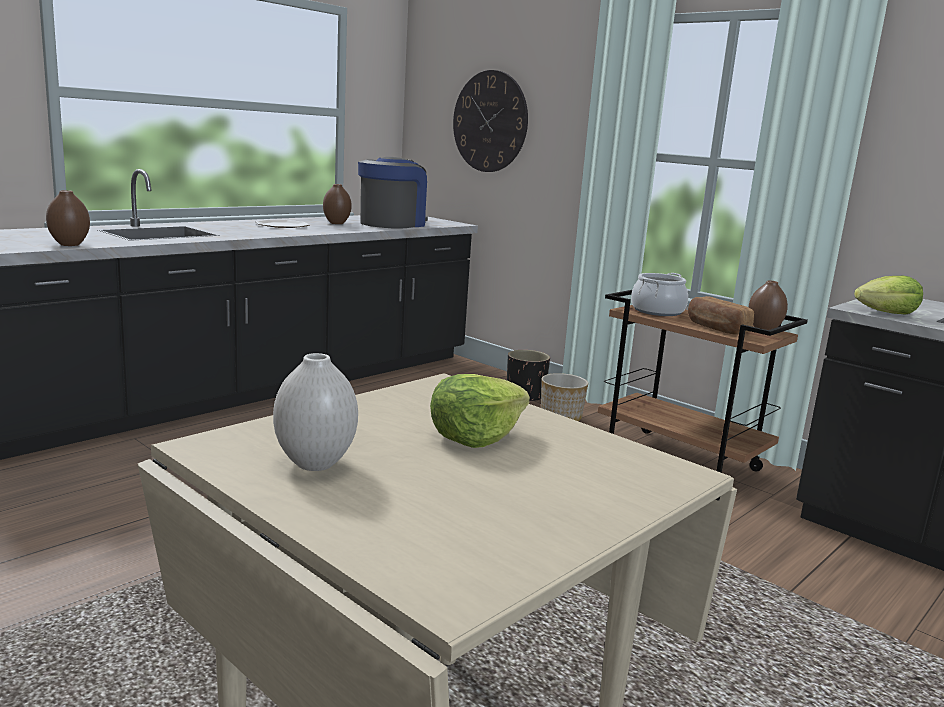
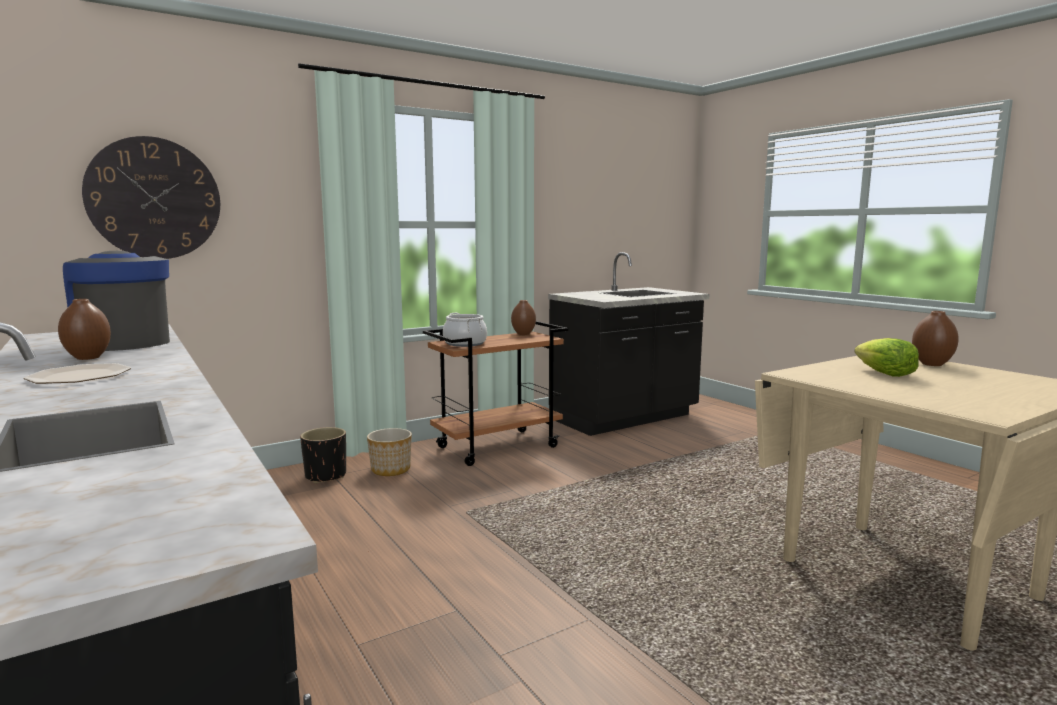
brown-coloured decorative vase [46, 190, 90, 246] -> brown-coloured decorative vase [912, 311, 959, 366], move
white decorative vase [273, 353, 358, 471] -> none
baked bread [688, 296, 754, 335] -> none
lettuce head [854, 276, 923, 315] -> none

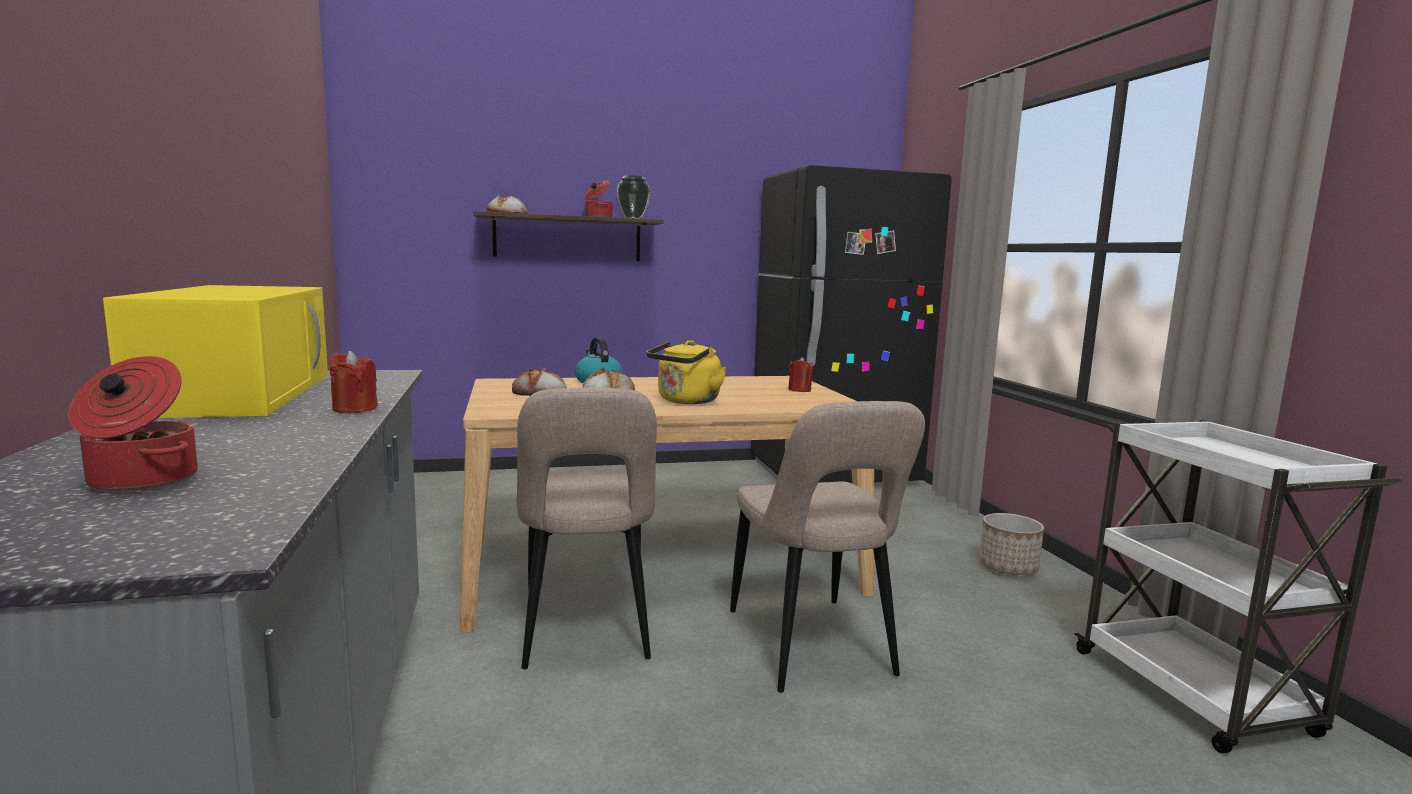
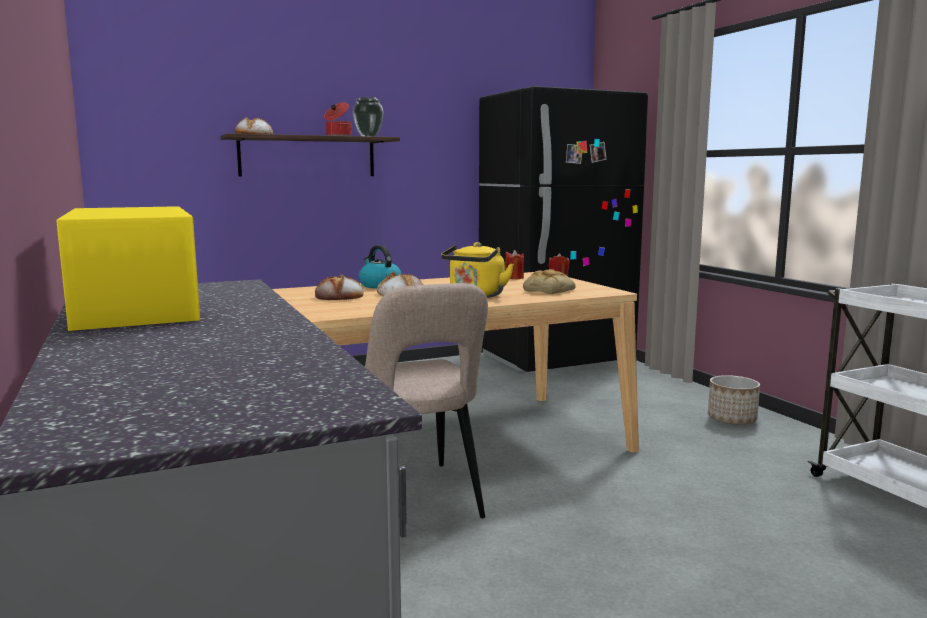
cooking pot [69, 356, 198, 492] -> none
reddish candle [330, 350, 378, 413] -> reddish candle [505, 250, 524, 279], move
beige-coloured plain chair [730, 401, 925, 693] -> none
none -> baked bread [523, 269, 576, 294]

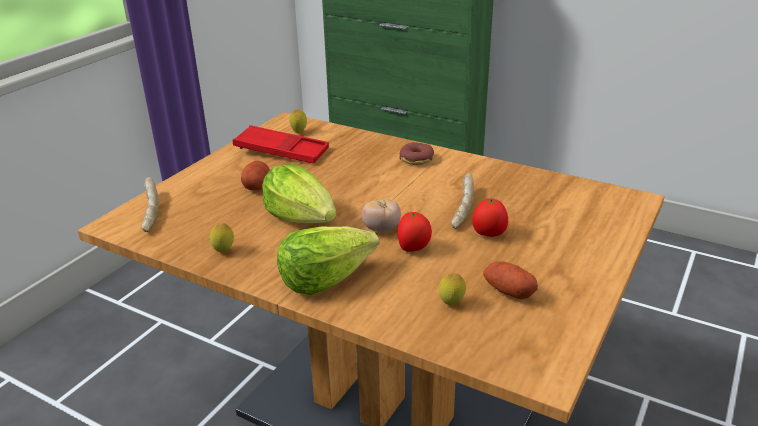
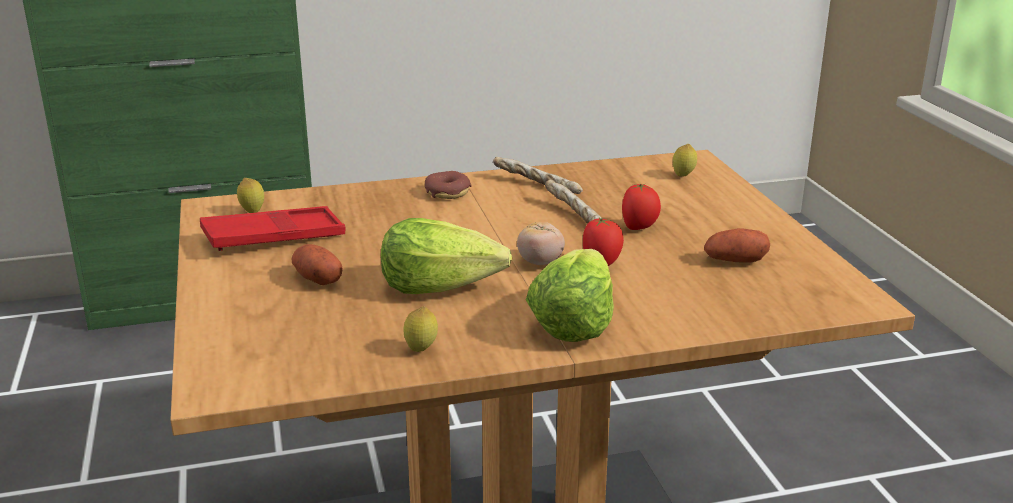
baked bread [141, 177, 159, 232] -> baked bread [493, 157, 583, 194], move
whole lemon [439, 273, 466, 305] -> whole lemon [672, 144, 697, 177], move

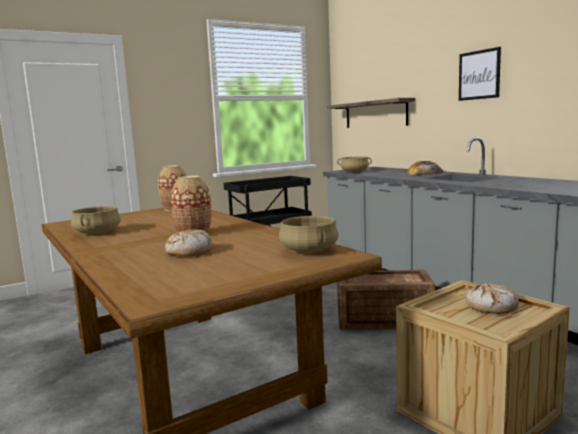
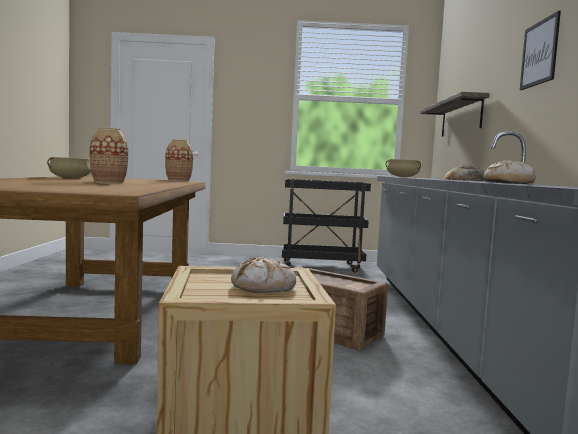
baked bread [165, 230, 212, 256] -> baked bread [484, 160, 536, 184], move
beige-coloured cooking pot [279, 216, 339, 253] -> none

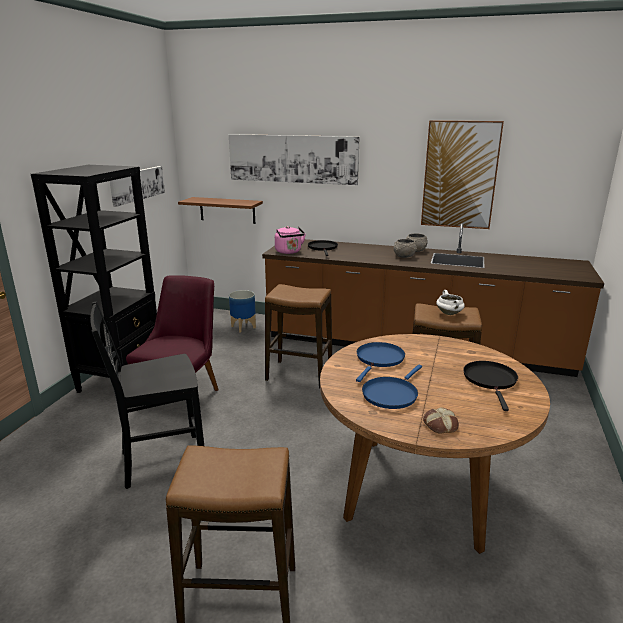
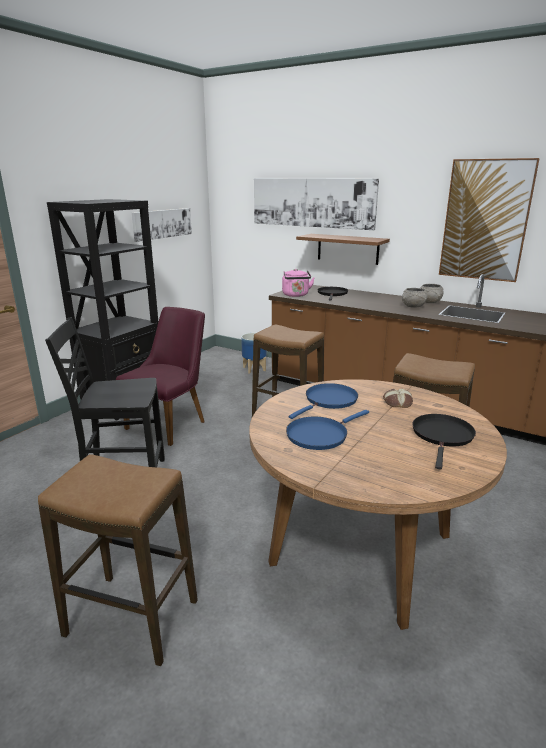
brown-coloured bracket shelf [178, 197, 263, 224] -> brown-coloured bracket shelf [296, 234, 390, 265], move
baked bread [423, 407, 459, 434] -> baked bread [383, 388, 413, 408], move
white cooking pot [436, 290, 465, 315] -> none

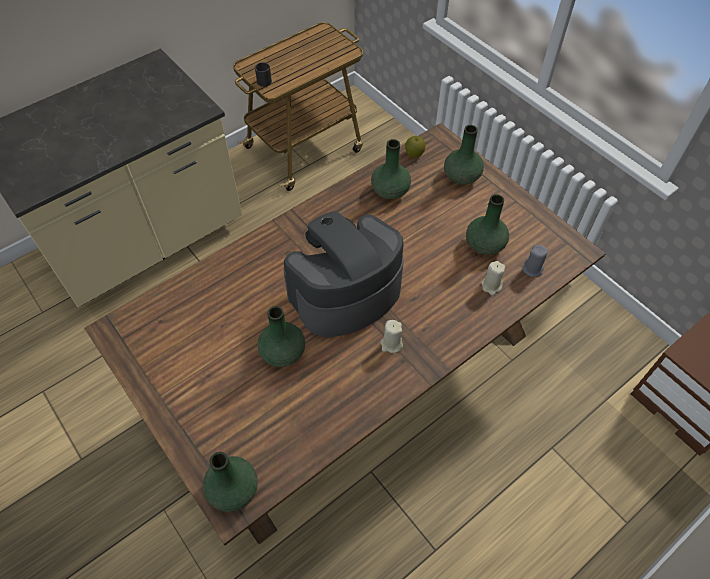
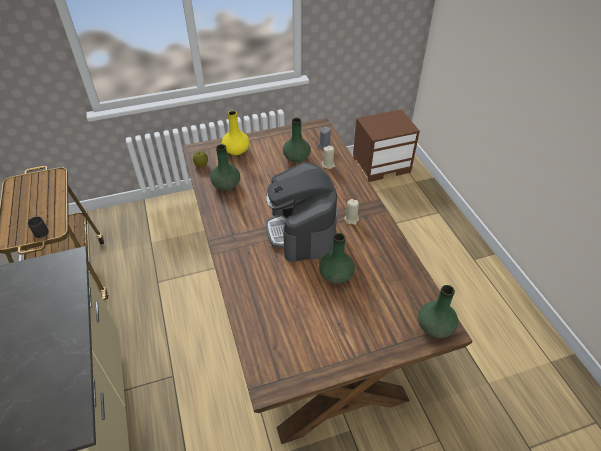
green decorative vase [444, 125, 484, 185] -> yellowish decorative vase [222, 111, 250, 155]

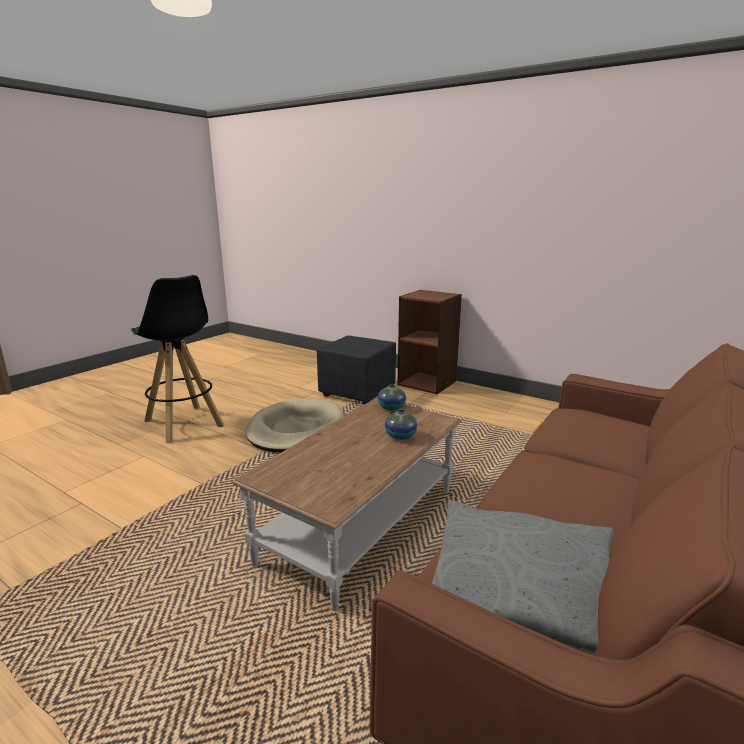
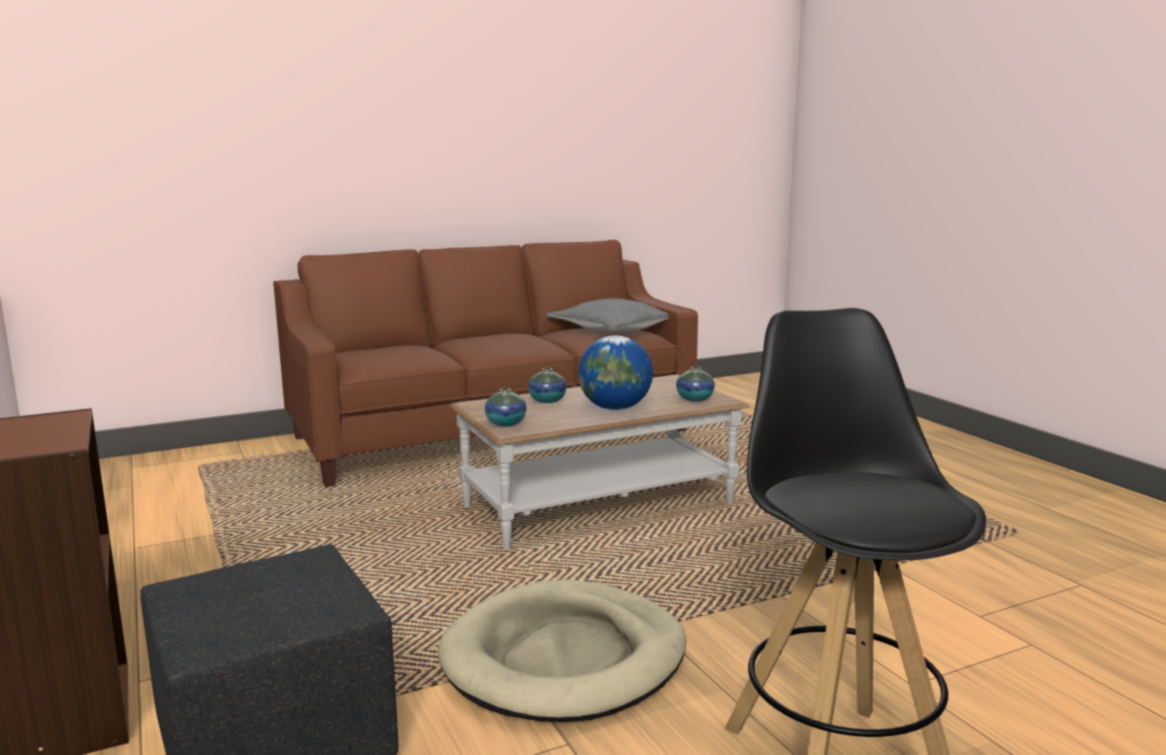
none -> desk globe [578, 335, 653, 410]
none -> decorative vase [676, 367, 715, 402]

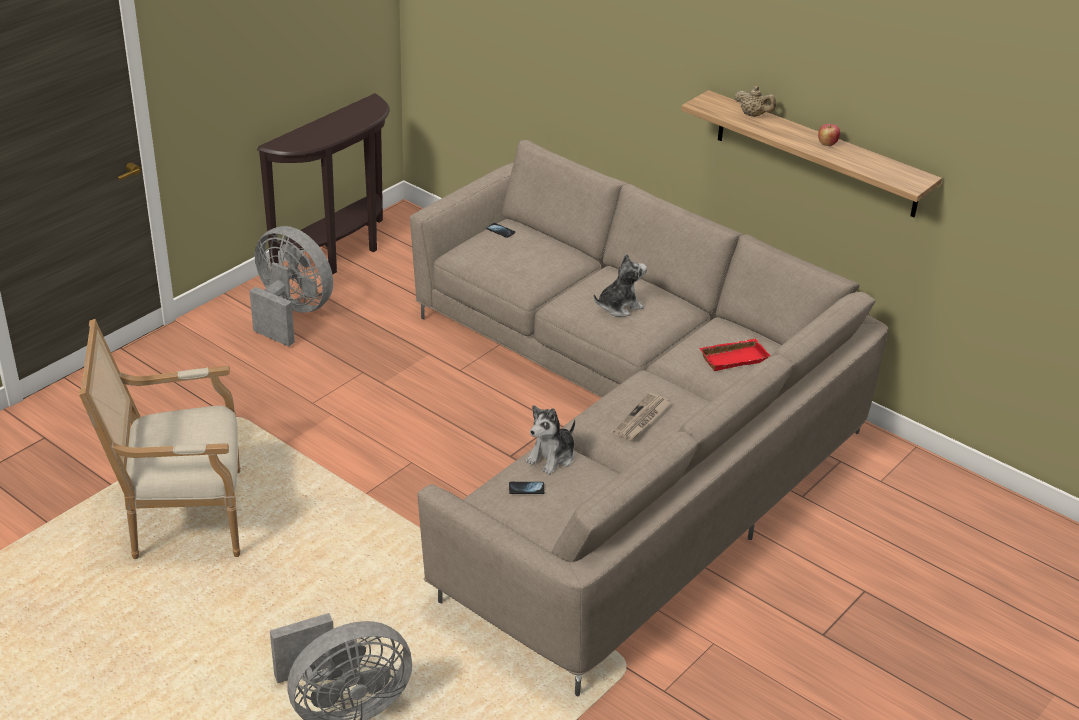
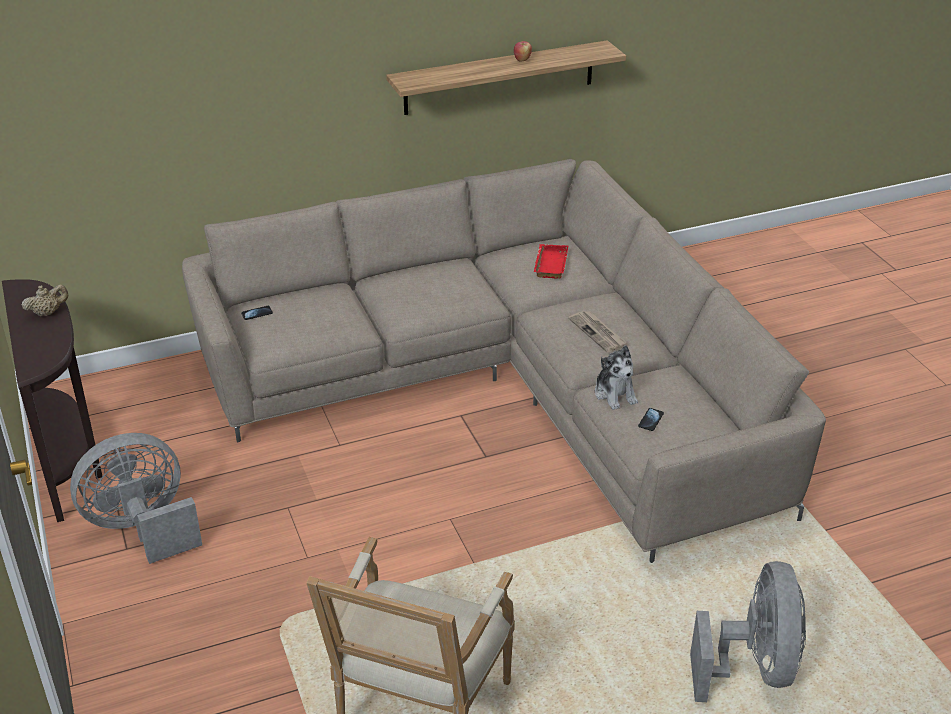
cuddly toy [594, 253, 647, 317] -> none
beige-coloured tea pot [734, 86, 776, 117] -> beige-coloured tea pot [21, 285, 68, 317], move

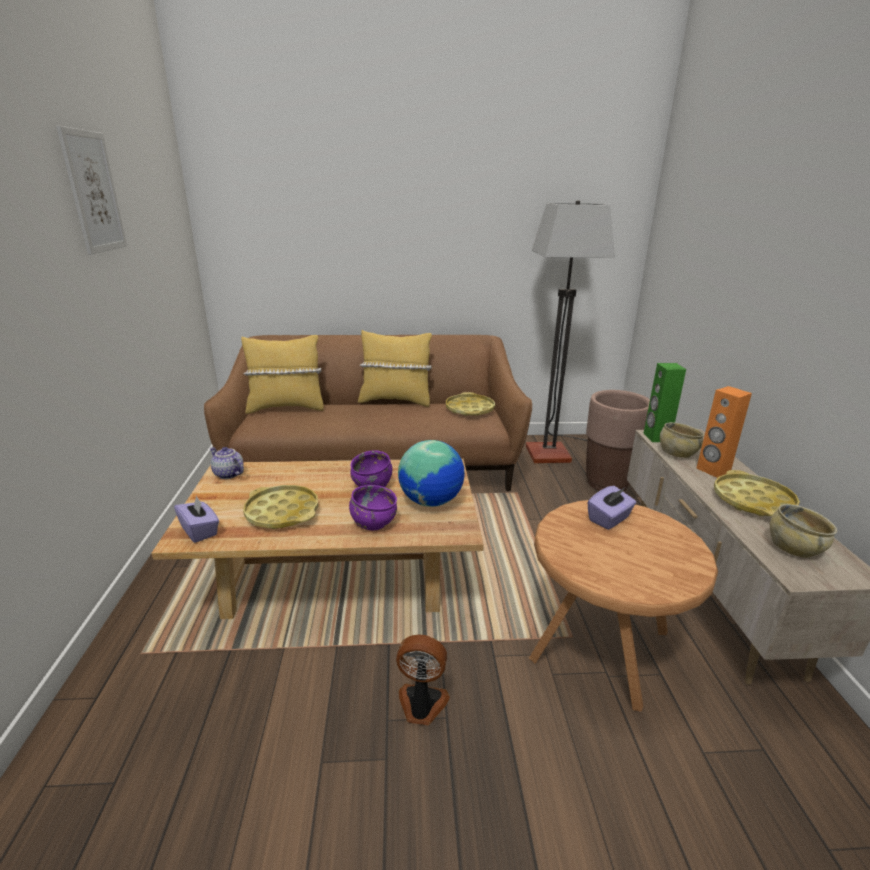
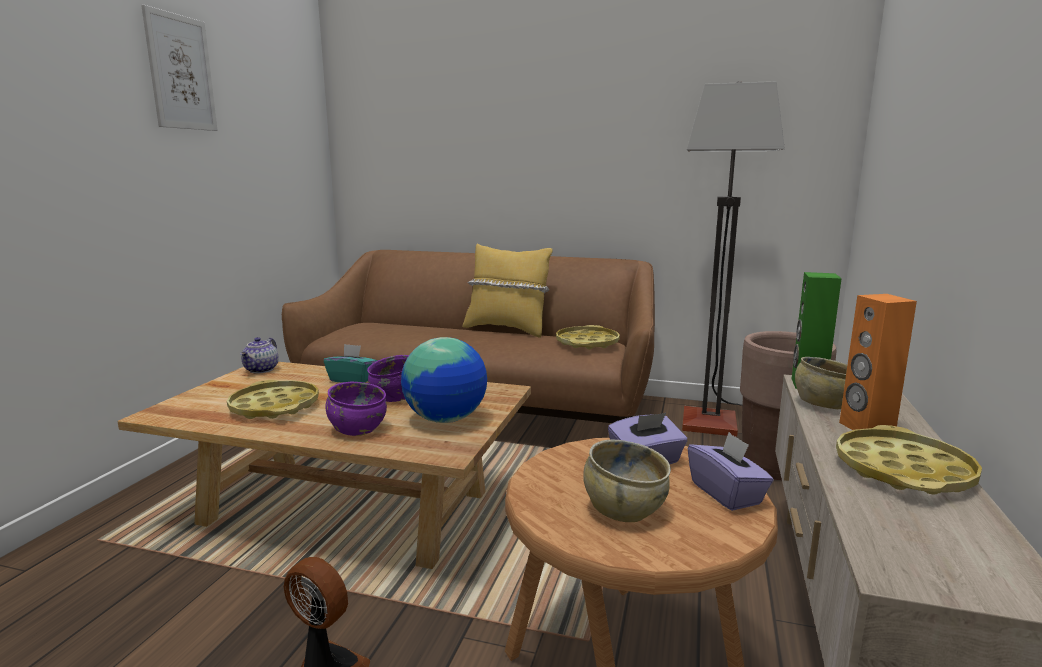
purple tissue holder [174, 495, 219, 543] -> purple tissue holder [688, 432, 774, 511], move
tea pot [210, 447, 244, 479] -> tea pot [240, 337, 278, 373], 135 degrees counterclockwise
yellowish pillow [241, 335, 324, 414] -> none
beige-coloured deep dish [770, 504, 837, 558] -> beige-coloured deep dish [583, 439, 671, 522], move
none -> blue-green tissue holder [324, 344, 377, 383]

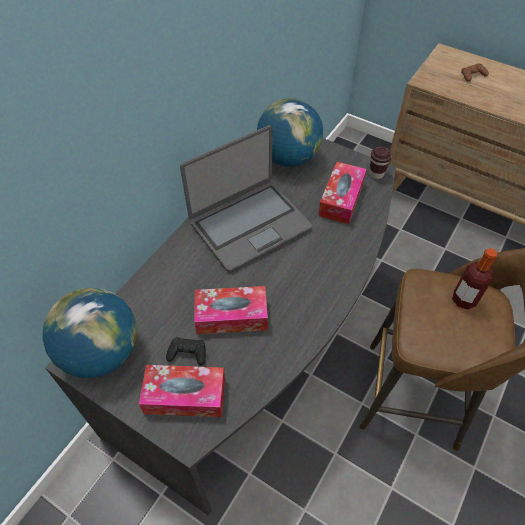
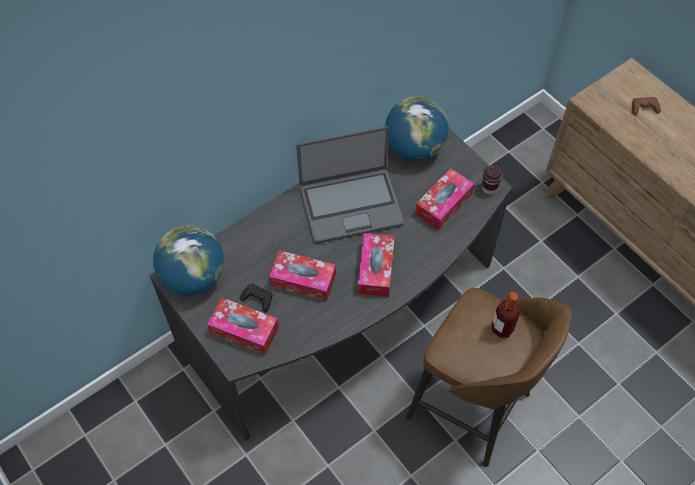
none -> tissue holder [358, 233, 395, 297]

